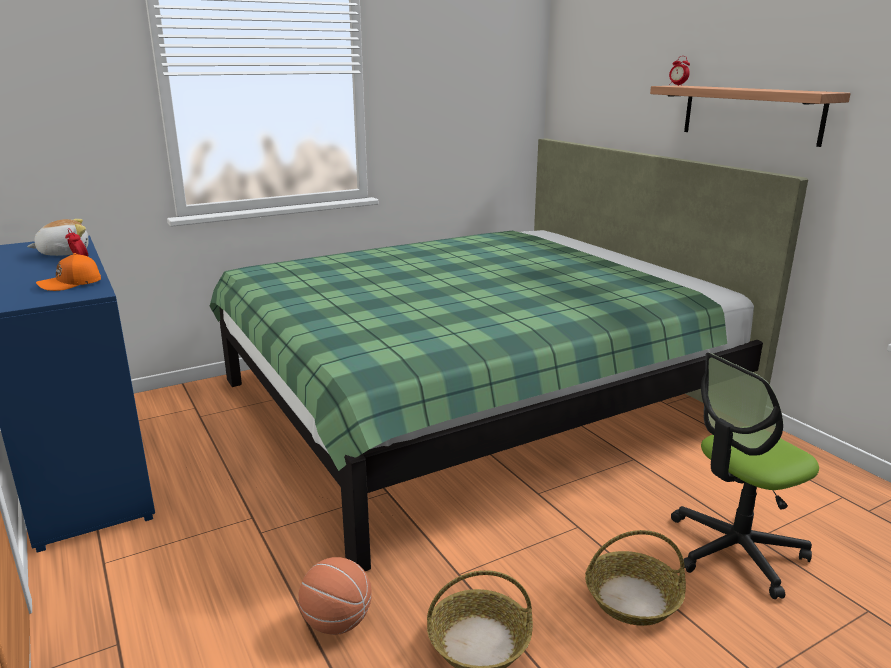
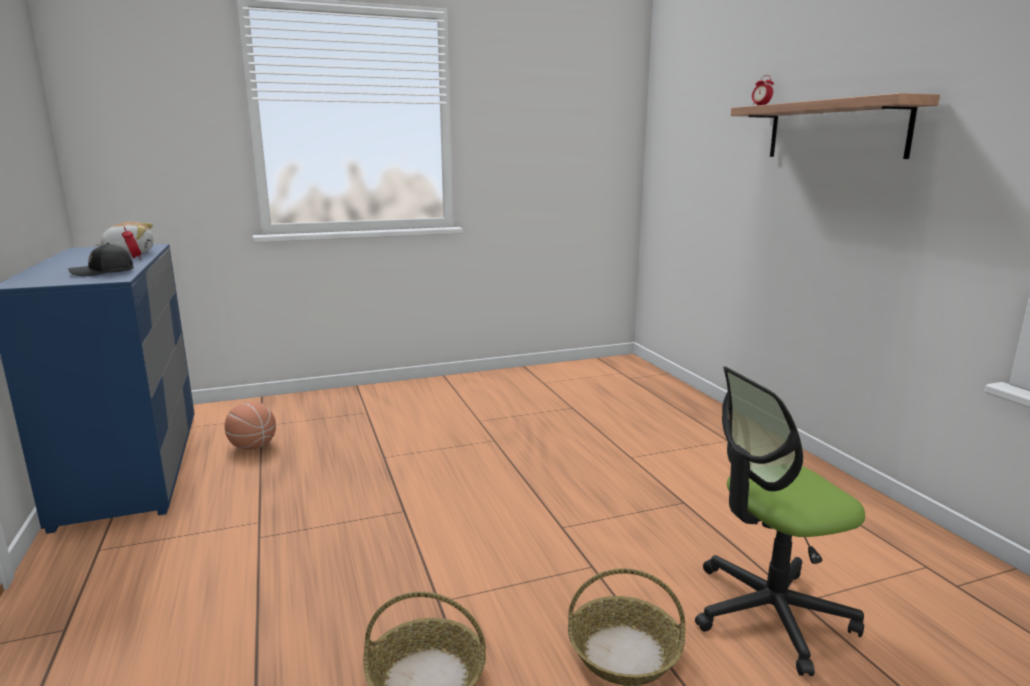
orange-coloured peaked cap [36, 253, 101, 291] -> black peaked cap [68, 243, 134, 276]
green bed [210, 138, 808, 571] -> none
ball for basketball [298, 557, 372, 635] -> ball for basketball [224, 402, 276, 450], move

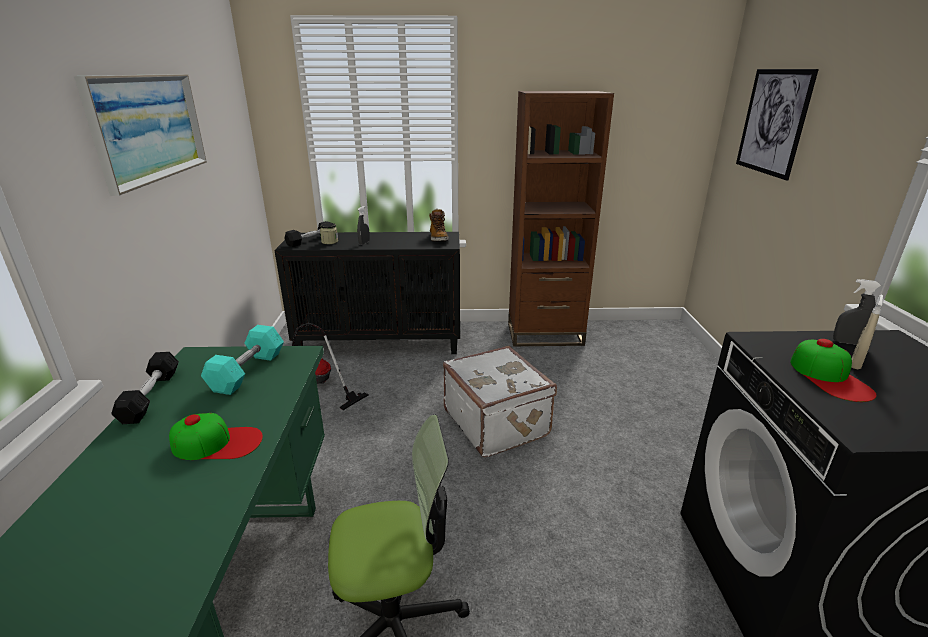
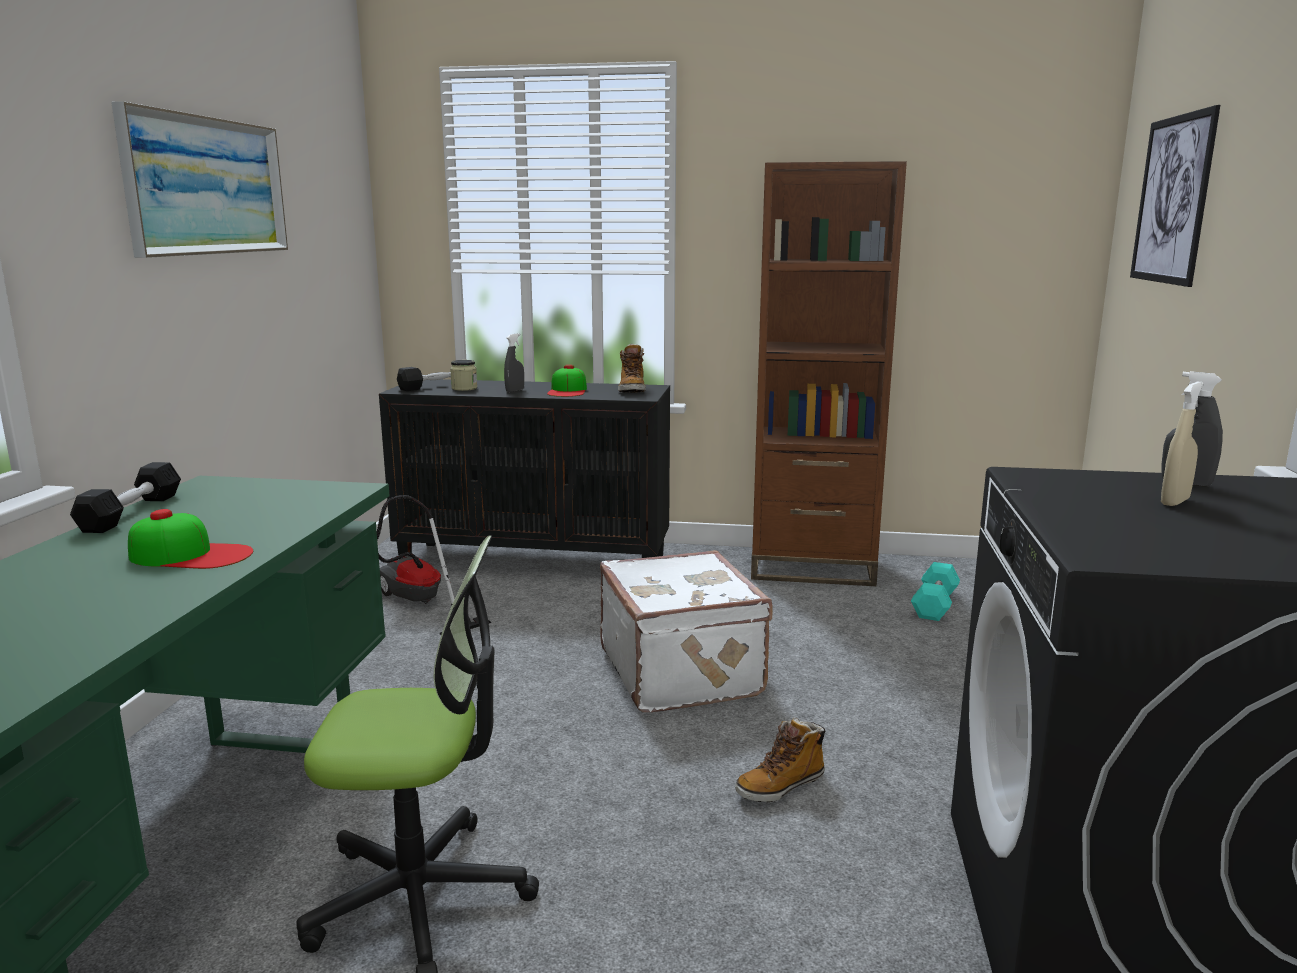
blue-green hand weight [201, 325, 284, 395] -> blue-green hand weight [911, 562, 960, 621], move
peaked cap [790, 339, 876, 402] -> peaked cap [547, 365, 587, 397], move
none -> high-top boot [735, 717, 825, 802]

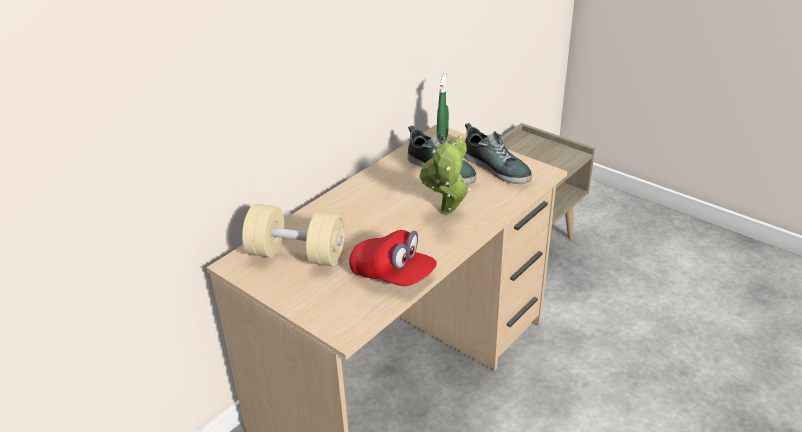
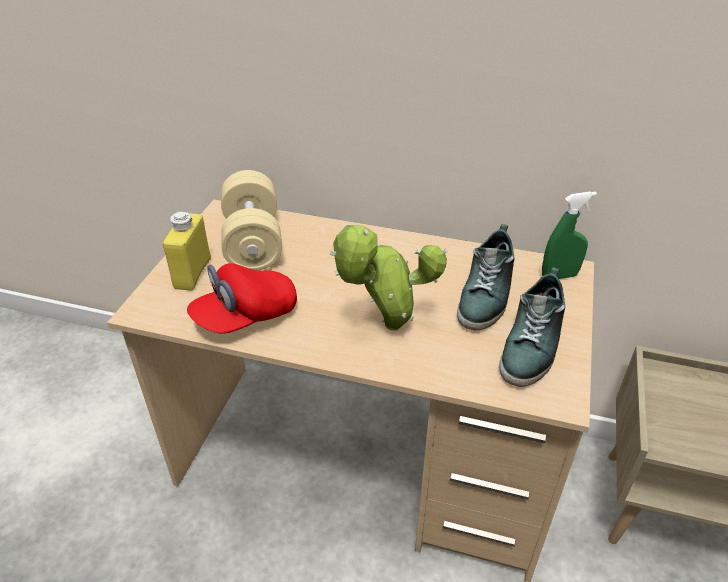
reddish peaked cap [349, 230, 437, 286] -> reddish peaked cap [187, 263, 297, 334], 45 degrees clockwise
none -> yellowish bottle [163, 212, 211, 291]

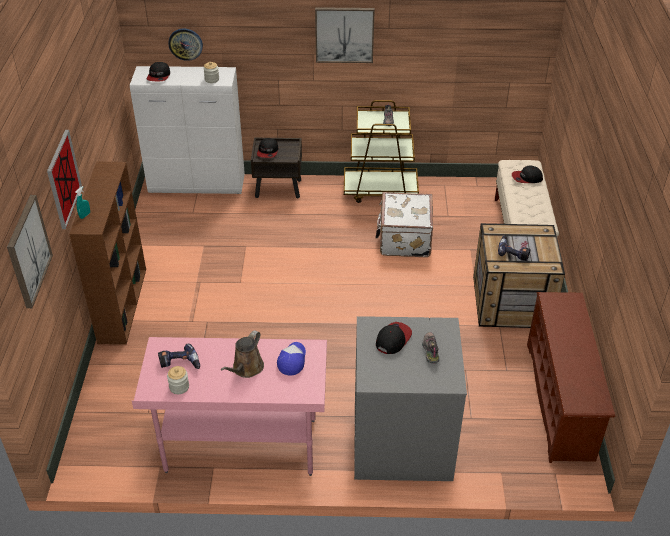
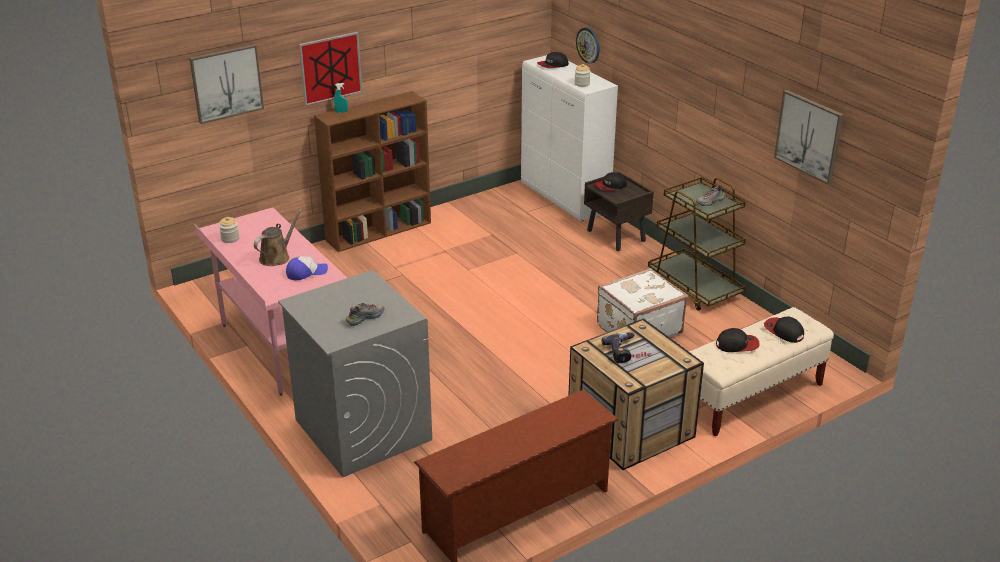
electric drill [158, 344, 200, 369] -> none
brown-coloured watering can [221, 330, 264, 378] -> brown-coloured watering can [254, 209, 302, 266], 135 degrees clockwise
wall art [315, 7, 375, 63] -> wall art [774, 90, 844, 184], move
peaked cap [376, 322, 412, 354] -> peaked cap [716, 328, 759, 352], move

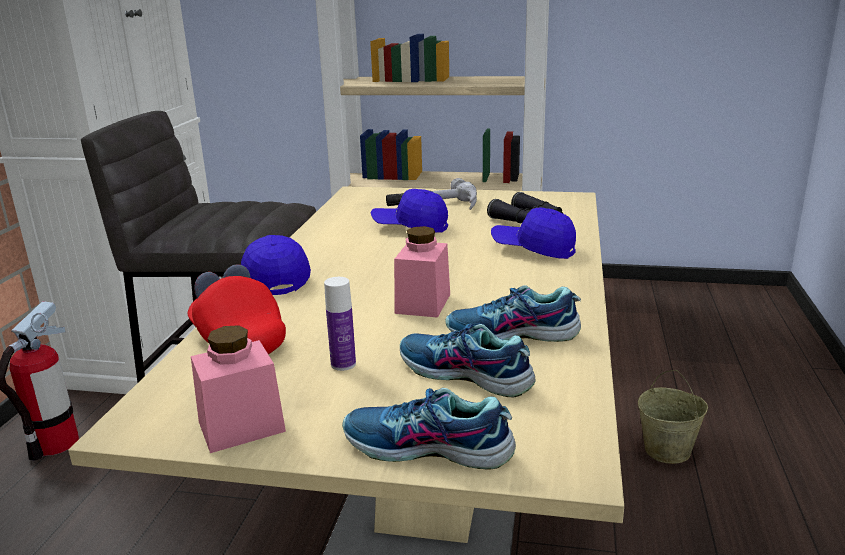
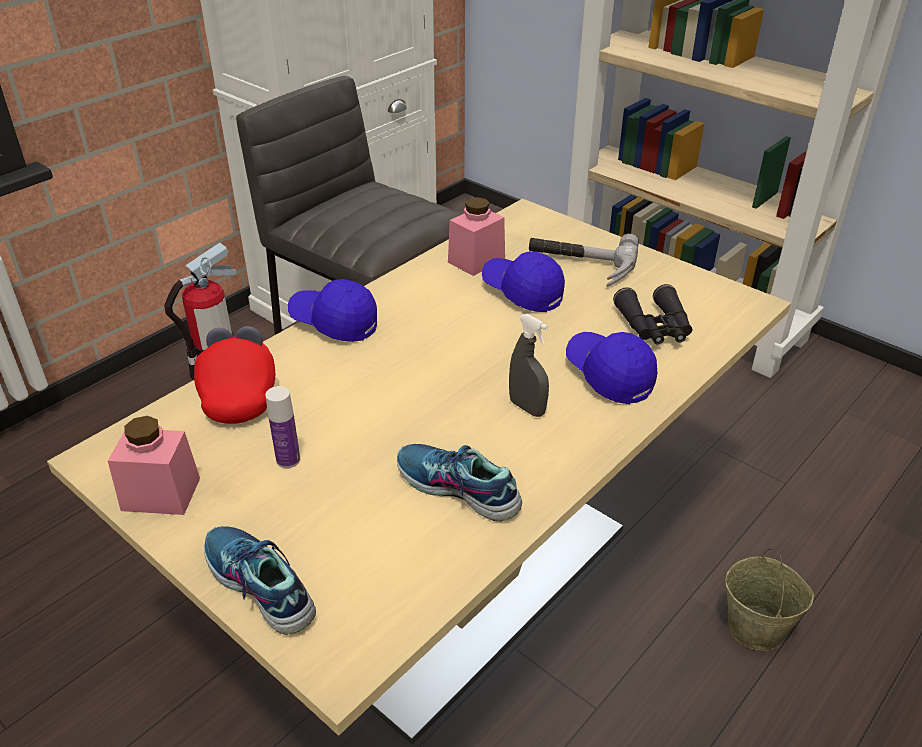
blue peaked cap [241, 235, 311, 295] -> blue peaked cap [288, 279, 377, 342], 75 degrees counterclockwise
pinkish jar [394, 226, 450, 318] -> pinkish jar [448, 197, 505, 276], move
item of footwear [400, 324, 536, 397] -> none
none -> grey hand sprayer [509, 314, 549, 417]

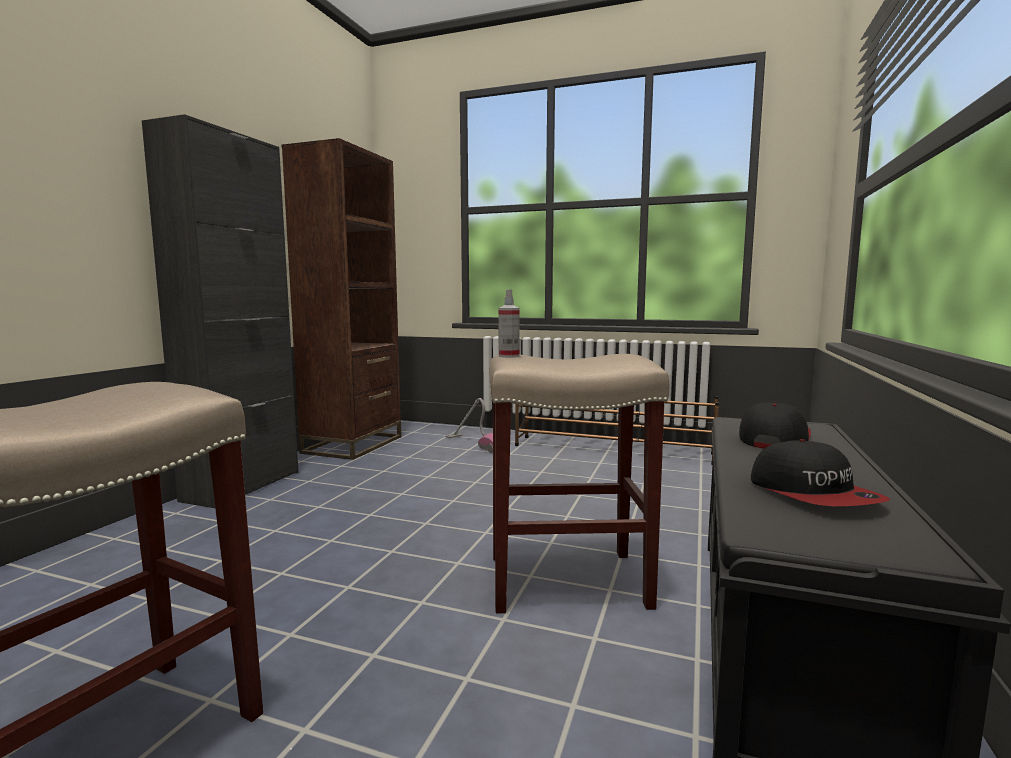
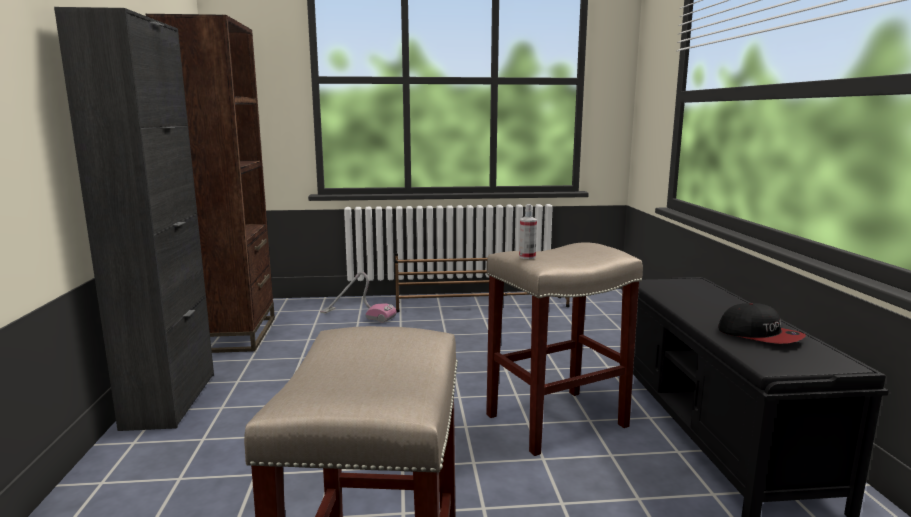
peaked cap [739, 402, 811, 449] -> none

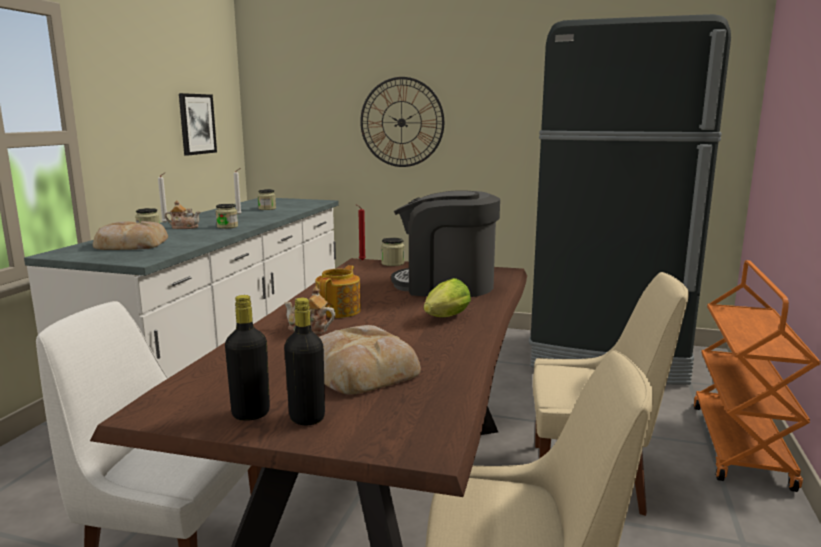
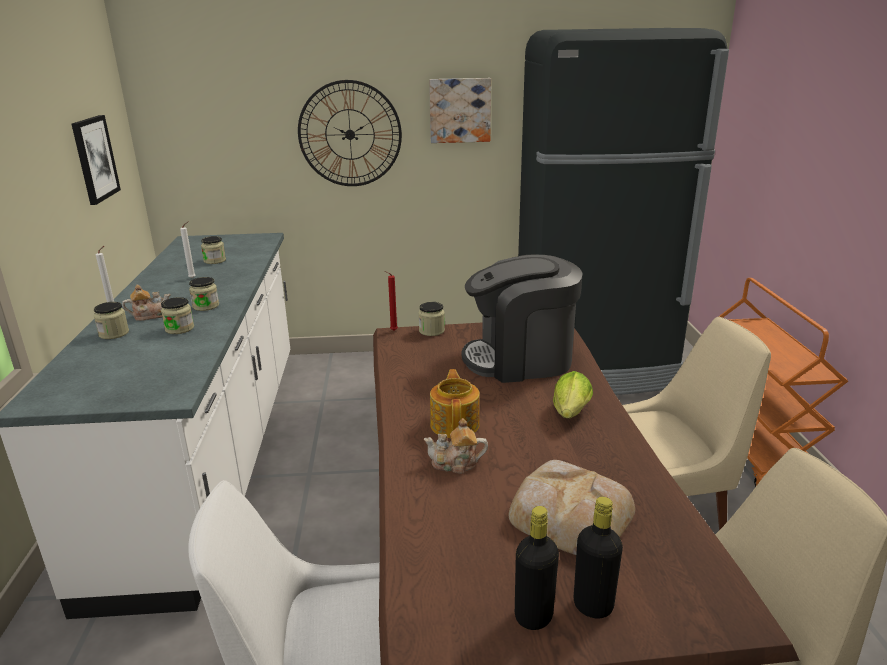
baked bread [93, 221, 168, 250] -> none
none -> jar [161, 297, 194, 334]
none -> wall art [429, 78, 491, 143]

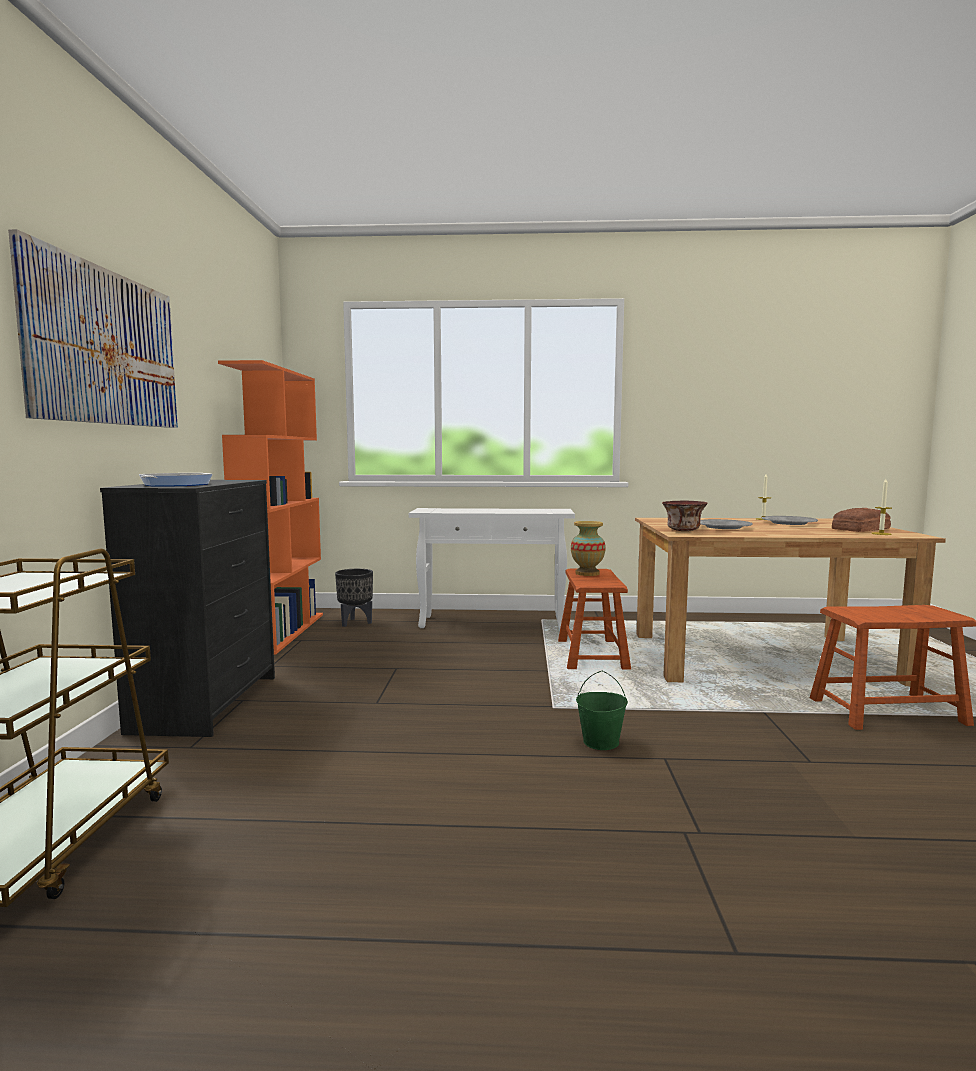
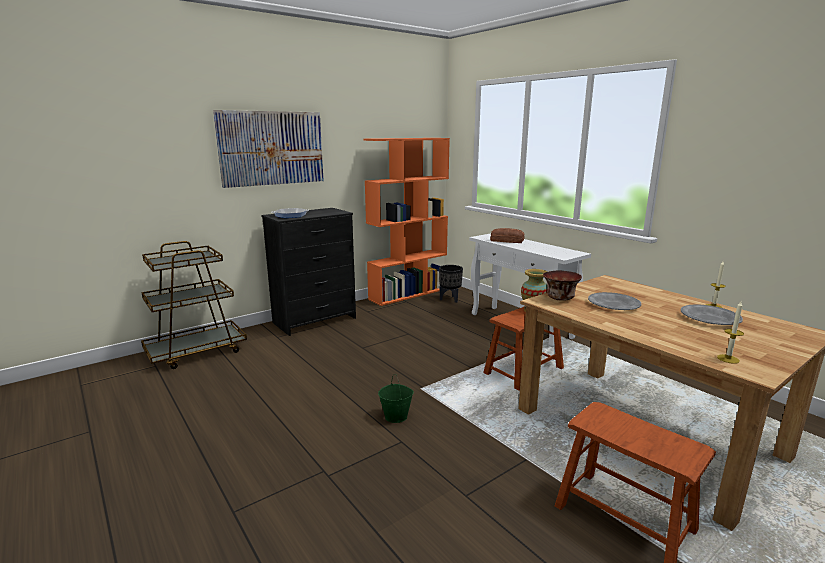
baked bread [832, 508, 891, 532] -> baked bread [490, 228, 525, 243], move

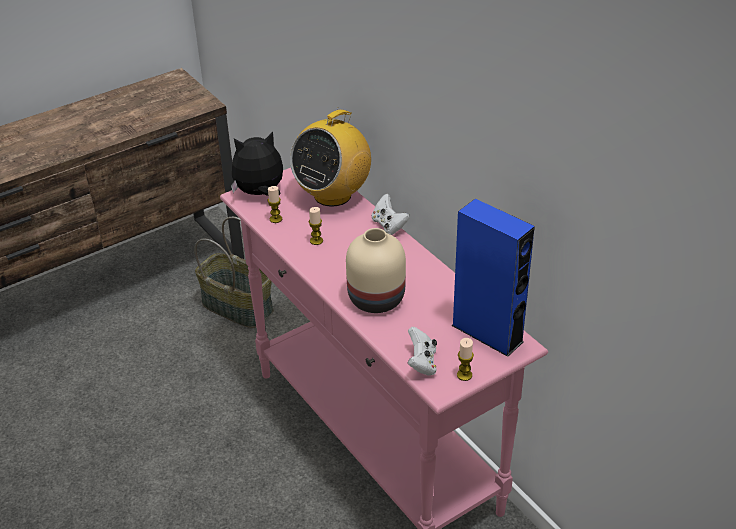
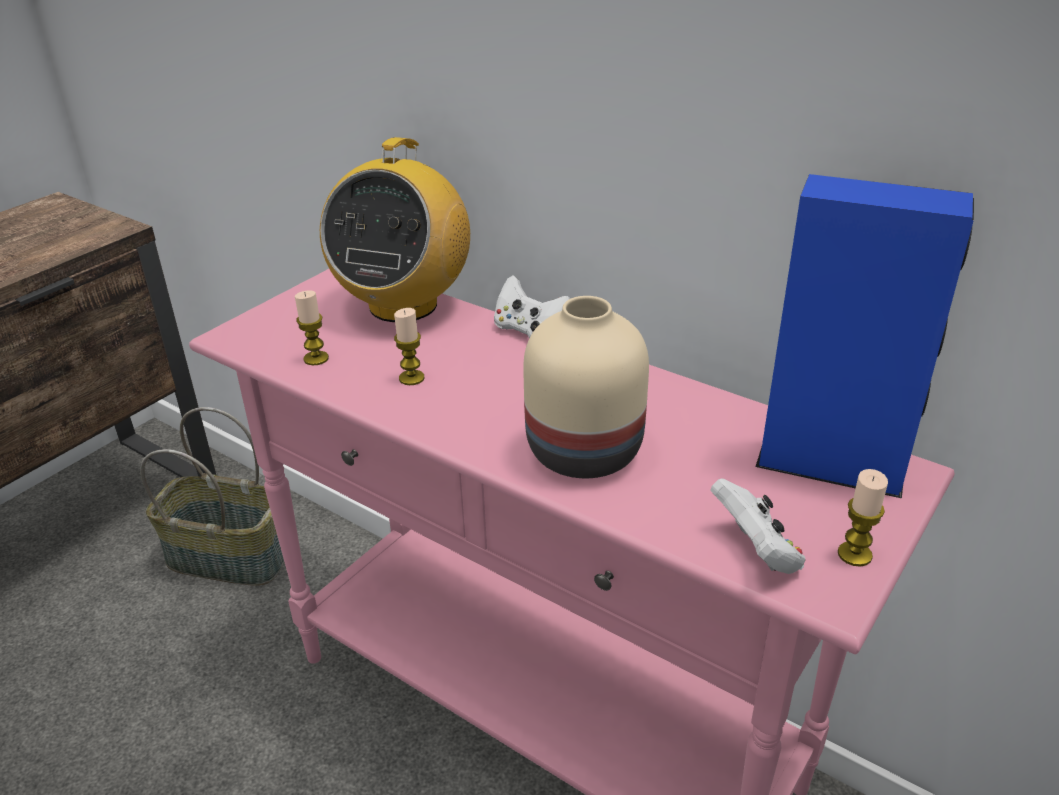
cuddly toy [231, 131, 283, 196] -> none

